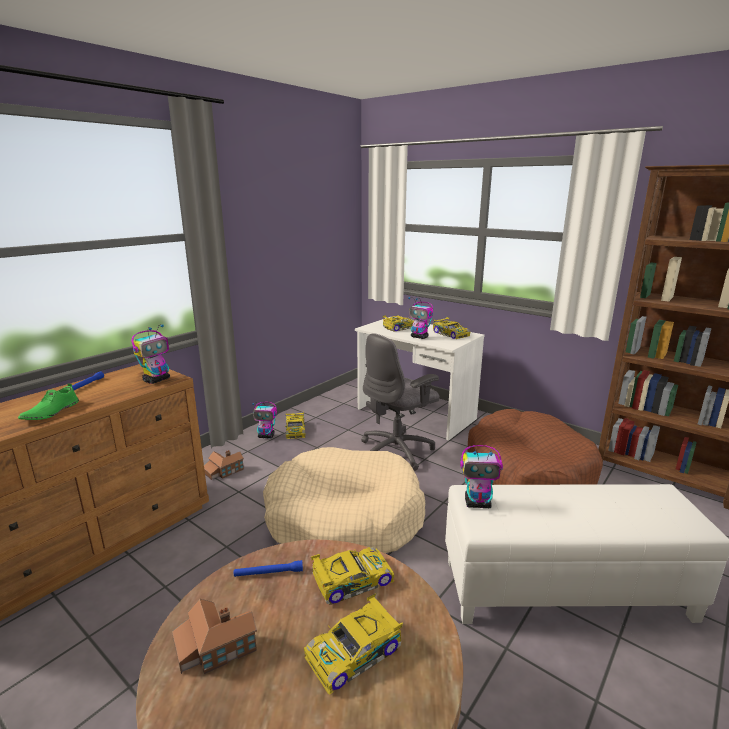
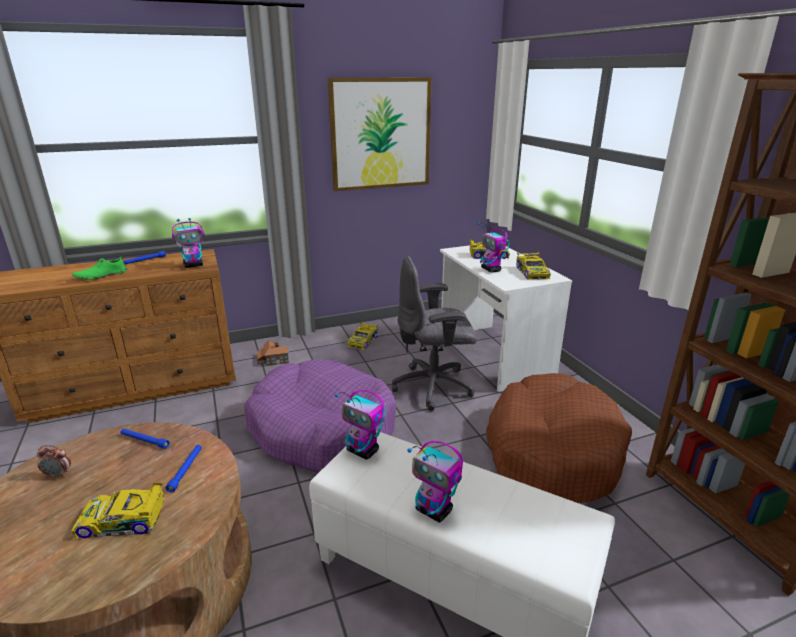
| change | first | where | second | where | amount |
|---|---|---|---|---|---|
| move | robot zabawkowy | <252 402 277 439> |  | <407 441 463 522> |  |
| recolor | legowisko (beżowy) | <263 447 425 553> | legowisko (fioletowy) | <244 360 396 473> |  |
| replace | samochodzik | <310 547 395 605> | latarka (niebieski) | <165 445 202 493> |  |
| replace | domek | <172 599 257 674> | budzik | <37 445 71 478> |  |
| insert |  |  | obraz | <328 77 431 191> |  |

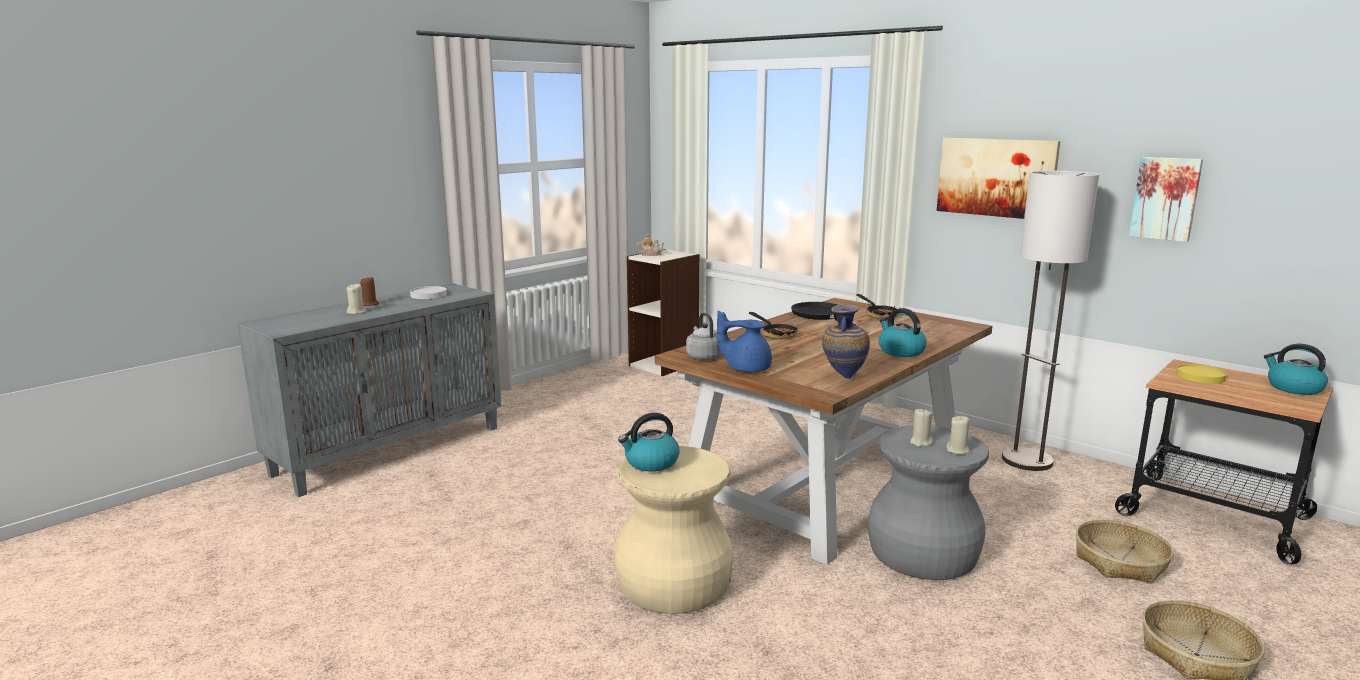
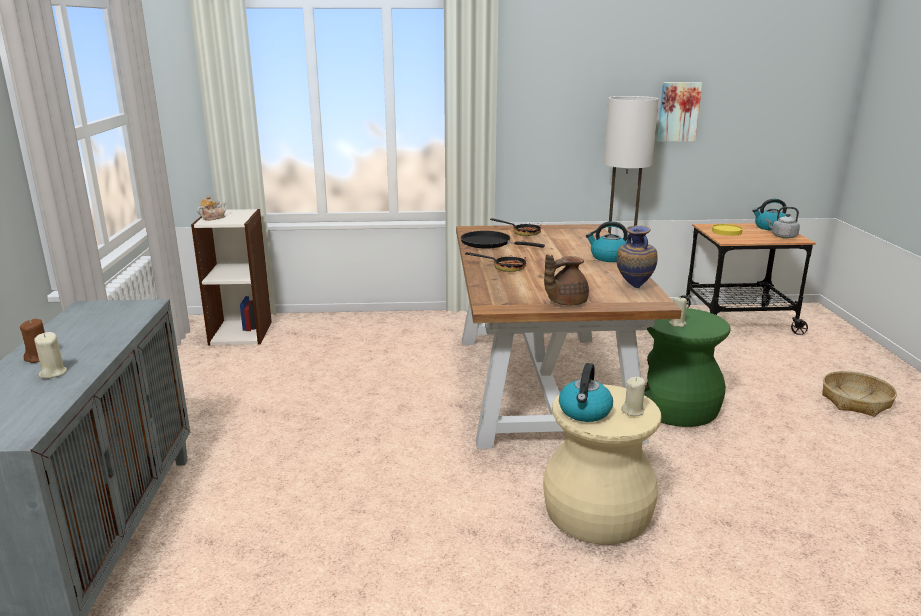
| change | first | where | second | where | amount |
|---|---|---|---|---|---|
| delete | obraz | <937 138 1061 219> |  |  |  |
| delete | talerz (biały) | <410 286 447 299> |  |  |  |
| recolor | imbryk (niebieski) | <717 311 772 372> | imbryk (brązowy) | <544 254 589 306> |  |
| move | czajnik (szary) | <686 312 722 360> |  | <766 207 800 239> |  |
| move | świeca (beżowy) | <946 415 970 454> |  | <621 377 646 416> |  |
| recolor | stołek (szary) | <868 425 989 580> | stołek (zielony) | <644 308 730 427> |  |
| delete | koszyk | <1076 520 1174 583> |  |  |  |

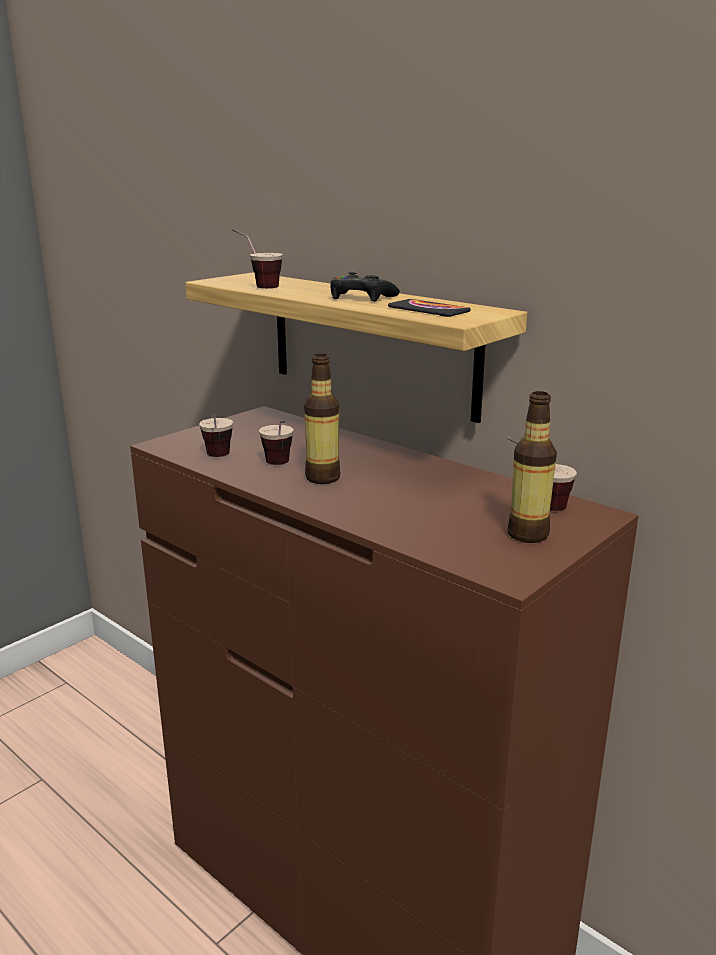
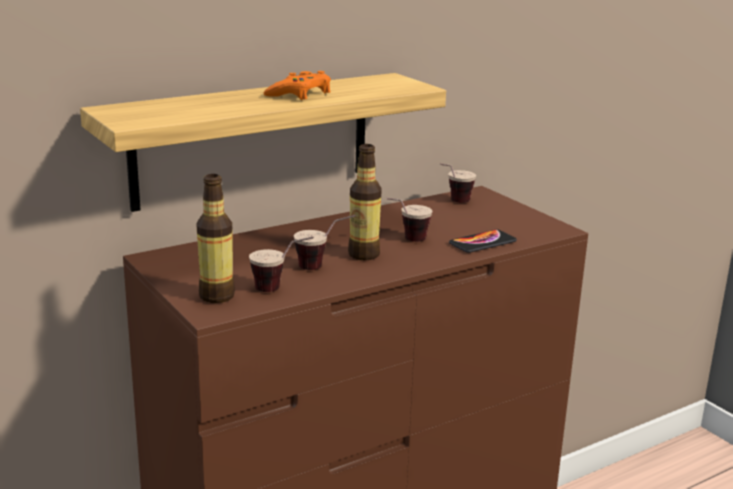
| change | first | where | second | where | amount |
|---|---|---|---|---|---|
| move | filiżanka | <232 228 283 288> |  | <386 198 433 242> |  |
| recolor | pad do gier (czarny) | <330 272 400 302> | pad do gier (pomarańczowy) | <264 71 331 100> |  |
| move | telefon | <388 299 471 317> |  | <449 229 517 253> |  |
| move | butelka | <508 391 557 543> |  | <196 174 235 303> |  |

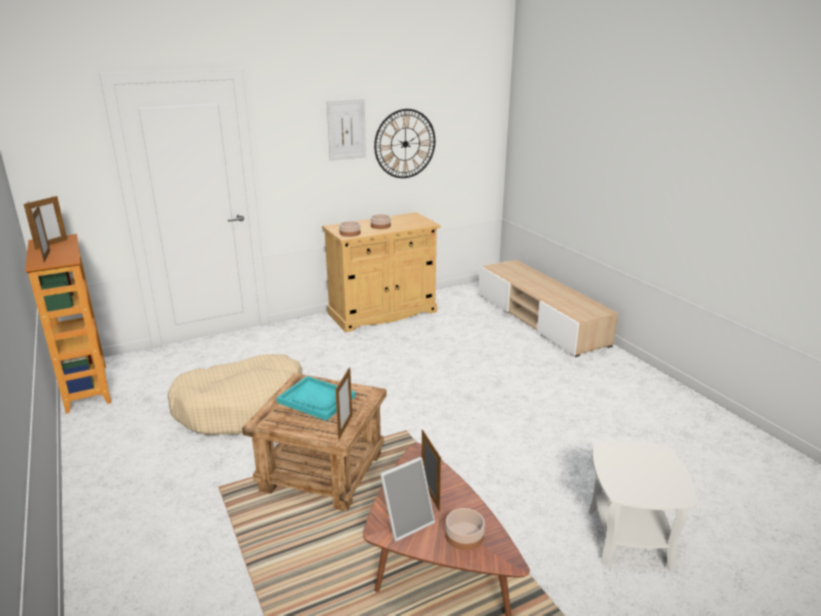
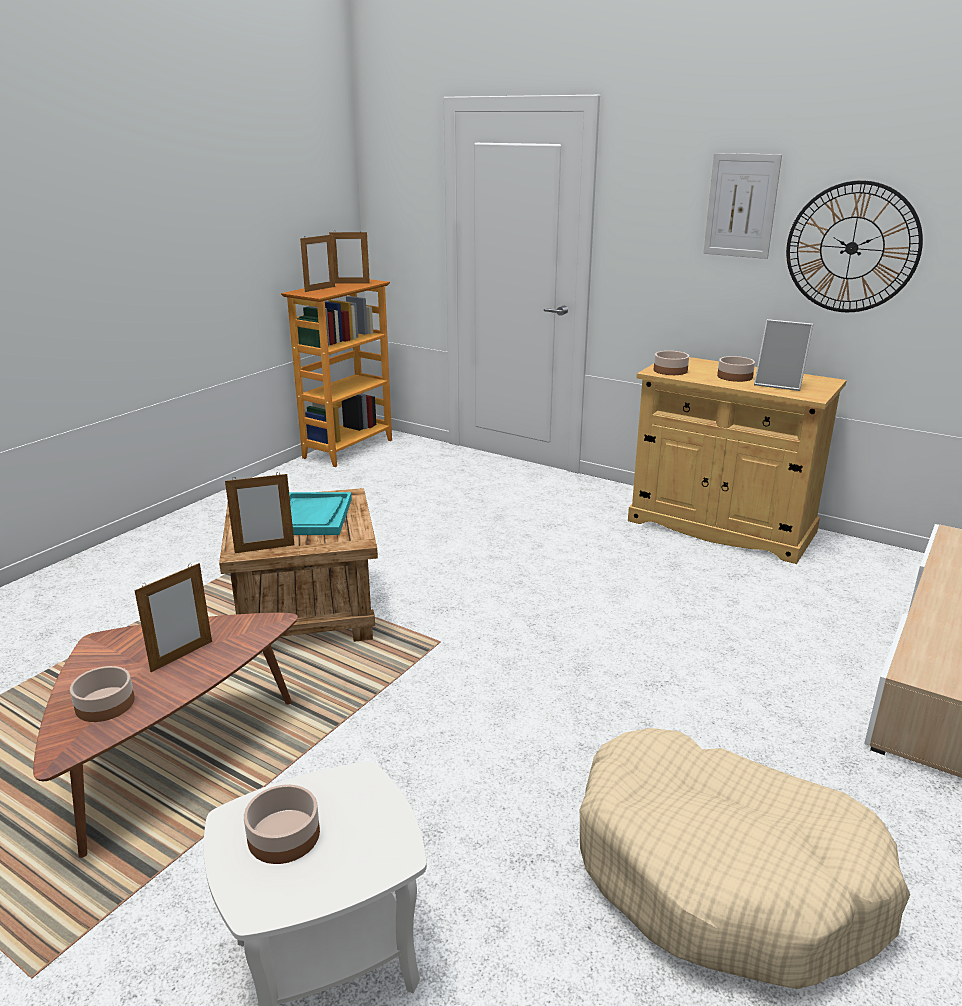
| change | first | where | second | where | amount |
|---|---|---|---|---|---|
| move | legowisko (beżowy) | <168 354 302 435> |  | <580 728 910 989> |  |
| move | ramka na zdjęcie | <380 457 435 541> |  | <754 319 813 391> |  |
| insert |  |  | miska | <244 784 320 864> |  |

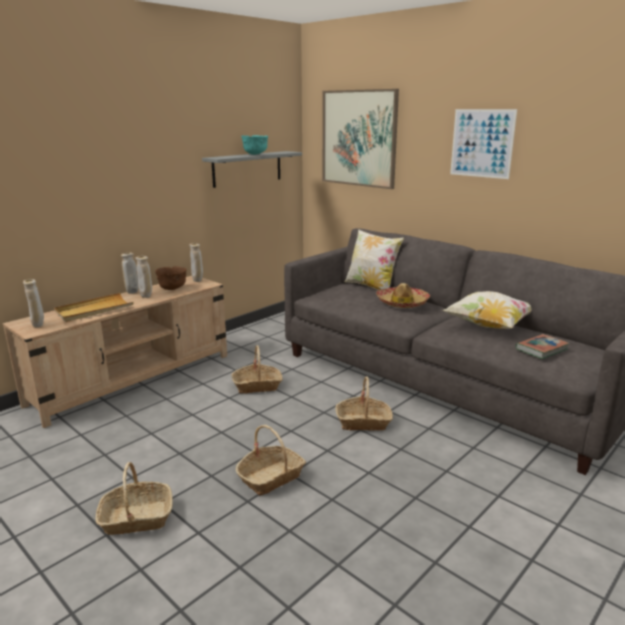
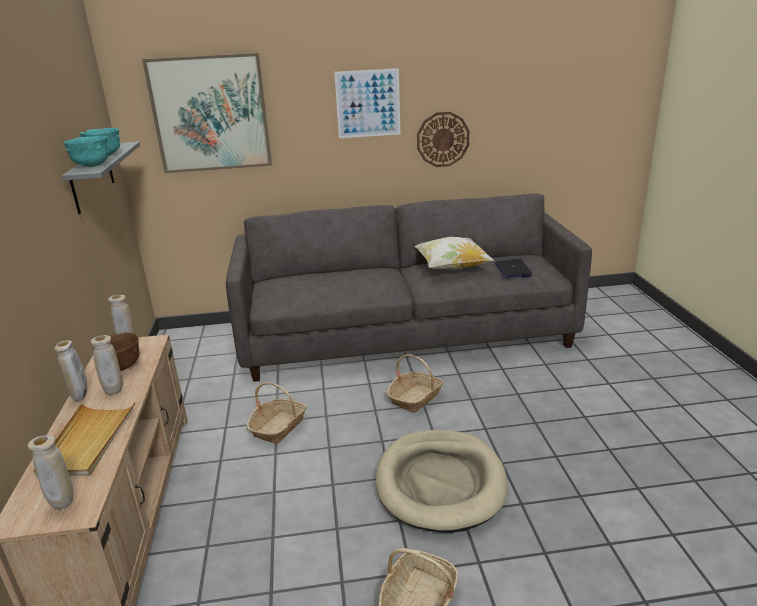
| change | first | where | second | where | amount |
|---|---|---|---|---|---|
| delete | poduszka | <345 229 404 290> |  |  |  |
| delete | kapelusz | <376 283 430 308> |  |  |  |
| replace | książka | <515 334 570 359> | laptop | <494 259 533 278> |  |
| replace | koszyk | <236 425 306 496> | legowisko (beżowy) | <376 430 508 533> |  |
| insert |  |  | zegar ścienny | <417 112 470 167> |  |
| insert |  |  | miska (turkusowy) | <63 136 108 167> |  |

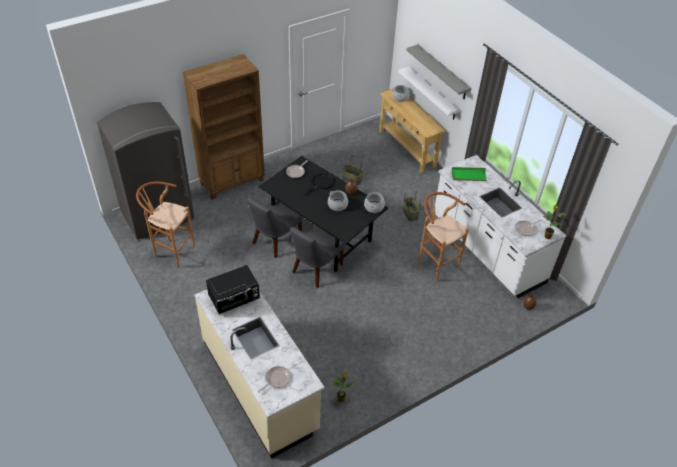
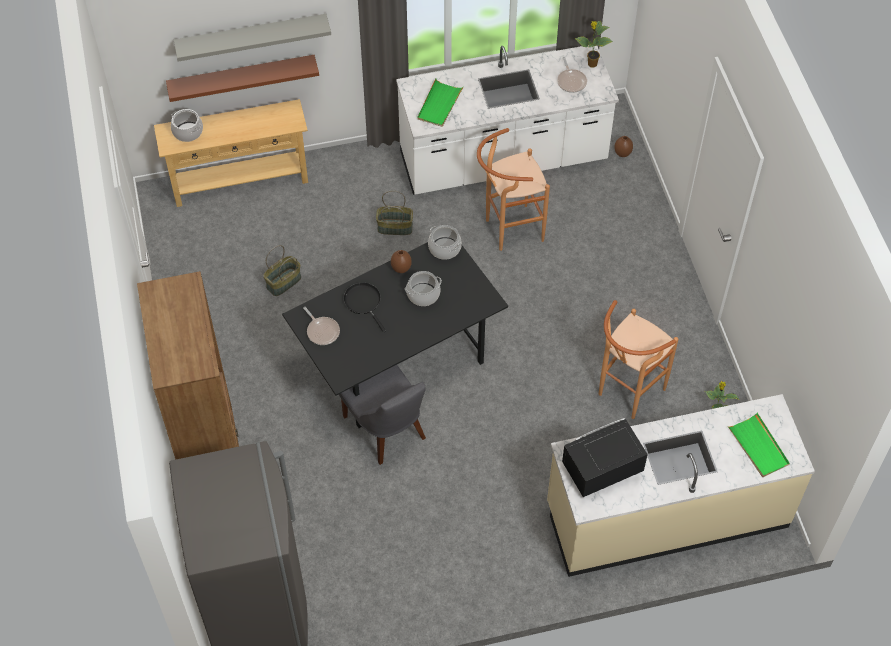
| change | first | where | second | where | amount |
|---|---|---|---|---|---|
| recolor | półka (biały) | <398 66 460 120> | półka (brązowy) | <166 55 319 102> |  |
| move | stołek (brązowy) | <136 181 195 268> |  | <599 300 678 419> |  |
| delete | krzesło (szary) | <290 225 345 288> |  |  |  |
| rotate | mikrofalówka (czarny) | <206 265 260 314> |  | <562 418 648 497> | 105 degrees counterclockwise |
| replace | patelnia | <258 366 291 393> | taca (zielony) | <728 413 790 477> |  |

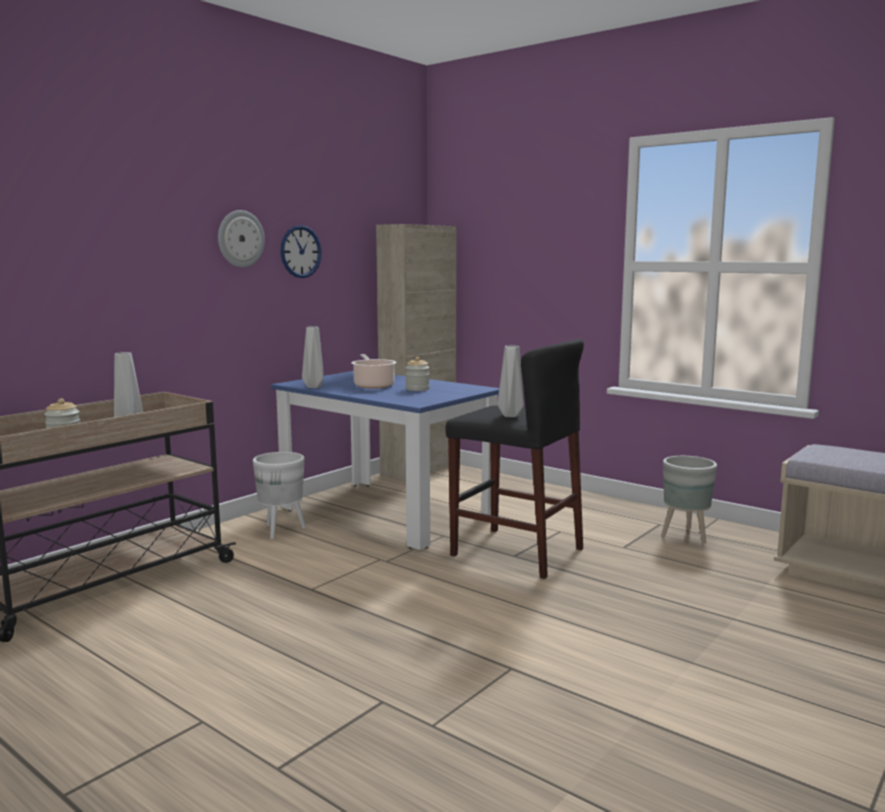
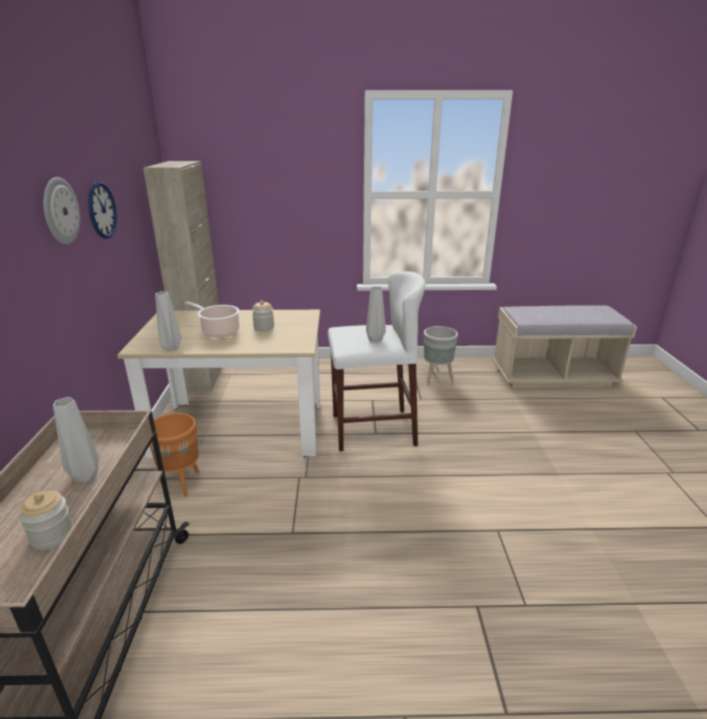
| change | first | where | second | where | amount |
|---|---|---|---|---|---|
| recolor | stołek (czarny) | <445 339 584 579> | stołek (biały) | <328 271 425 451> |  |
| recolor | stół jadalny (niebieski) | <271 371 499 550> | stół jadalny (beżowy) | <117 310 320 458> |  |
| recolor | donica (biały) | <253 452 306 539> | donica (pomarańczowy) | <150 413 199 497> |  |

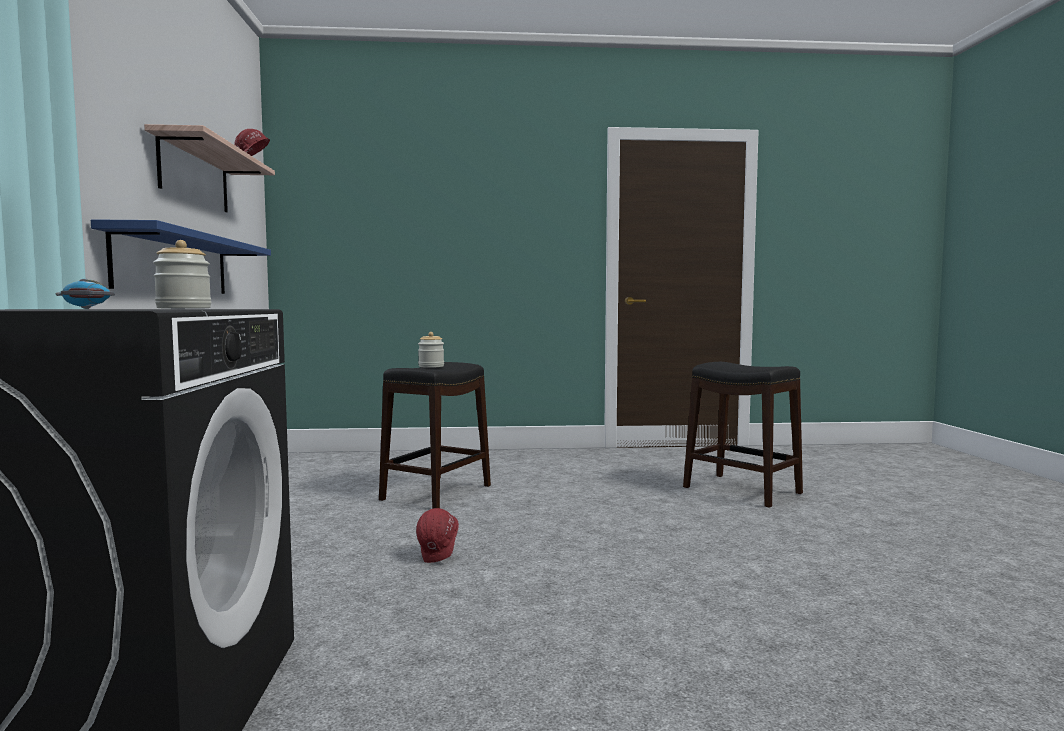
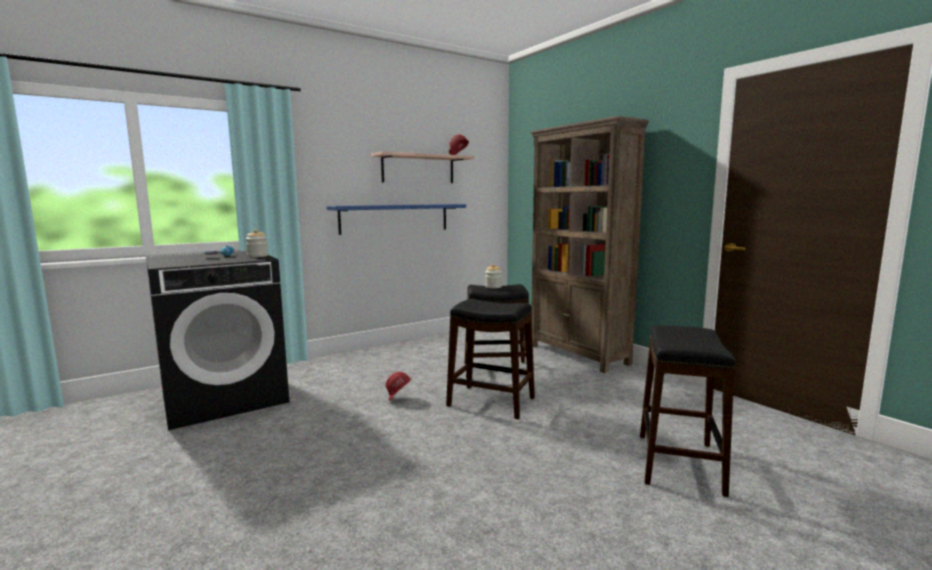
| change | first | where | second | where | amount |
|---|---|---|---|---|---|
| insert |  |  | regał (brązowy) | <531 116 649 373> |  |
| insert |  |  | stołek (czarny) | <446 299 535 419> |  |

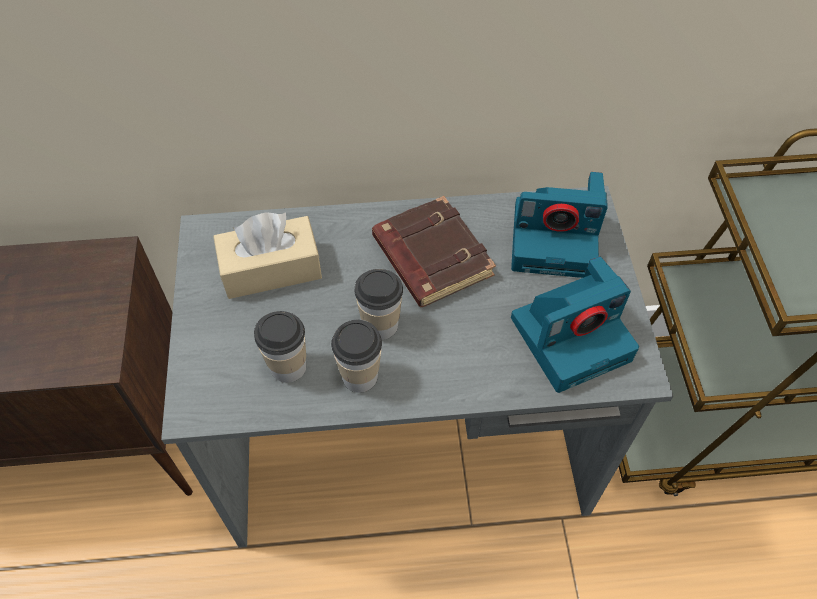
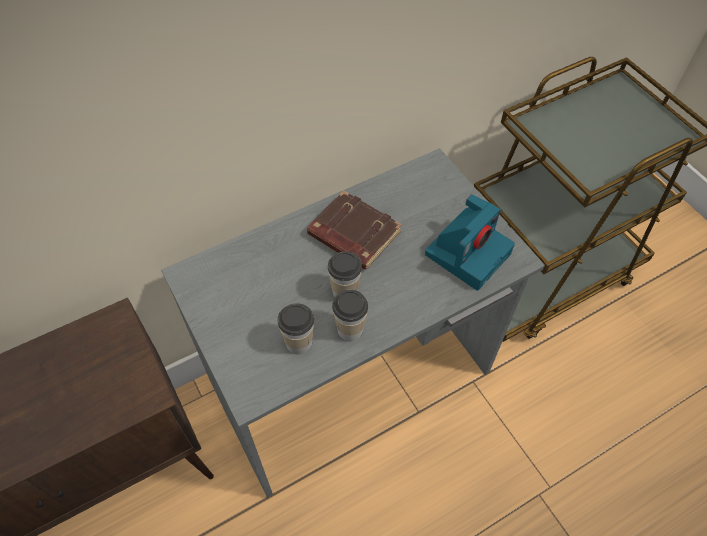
| change | first | where | second | where | amount |
|---|---|---|---|---|---|
| delete | aparat fotograficzny | <511 172 608 278> |  |  |  |
| delete | pudełko chusteczek (beżowy) | <213 212 322 299> |  |  |  |

